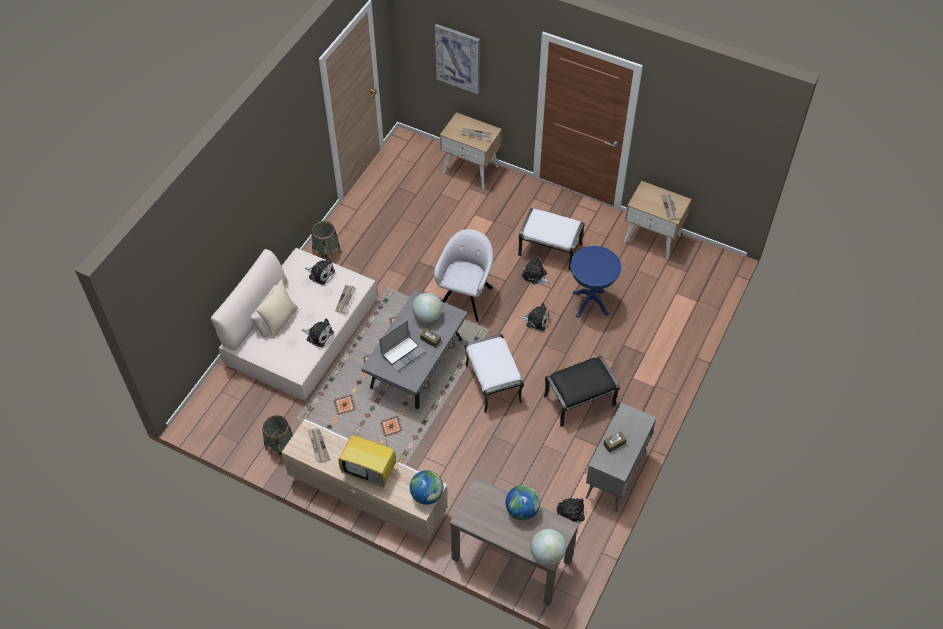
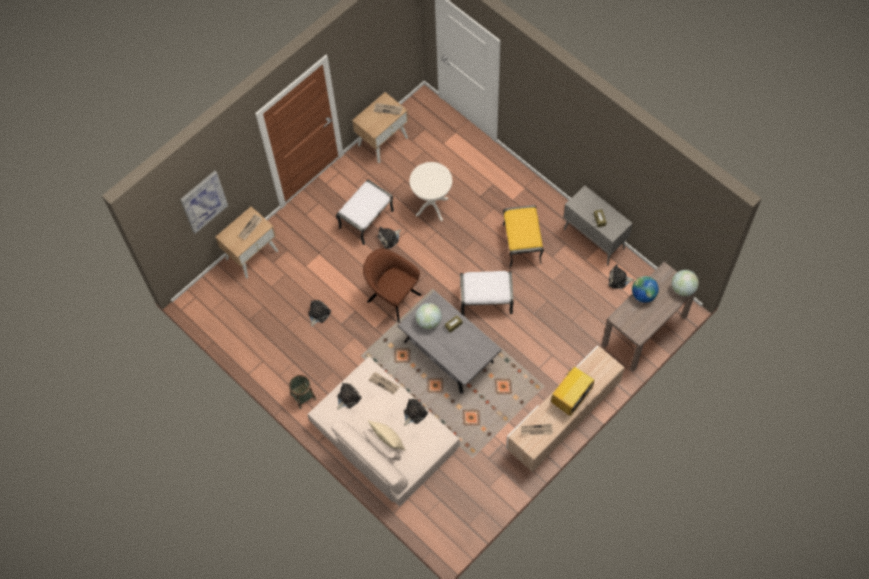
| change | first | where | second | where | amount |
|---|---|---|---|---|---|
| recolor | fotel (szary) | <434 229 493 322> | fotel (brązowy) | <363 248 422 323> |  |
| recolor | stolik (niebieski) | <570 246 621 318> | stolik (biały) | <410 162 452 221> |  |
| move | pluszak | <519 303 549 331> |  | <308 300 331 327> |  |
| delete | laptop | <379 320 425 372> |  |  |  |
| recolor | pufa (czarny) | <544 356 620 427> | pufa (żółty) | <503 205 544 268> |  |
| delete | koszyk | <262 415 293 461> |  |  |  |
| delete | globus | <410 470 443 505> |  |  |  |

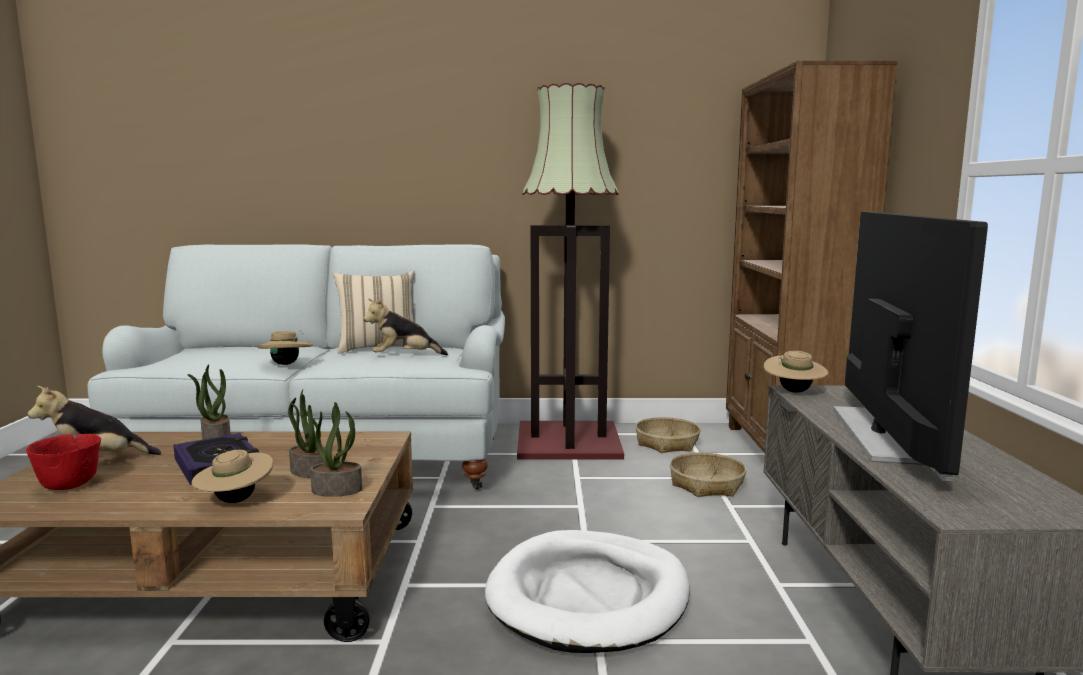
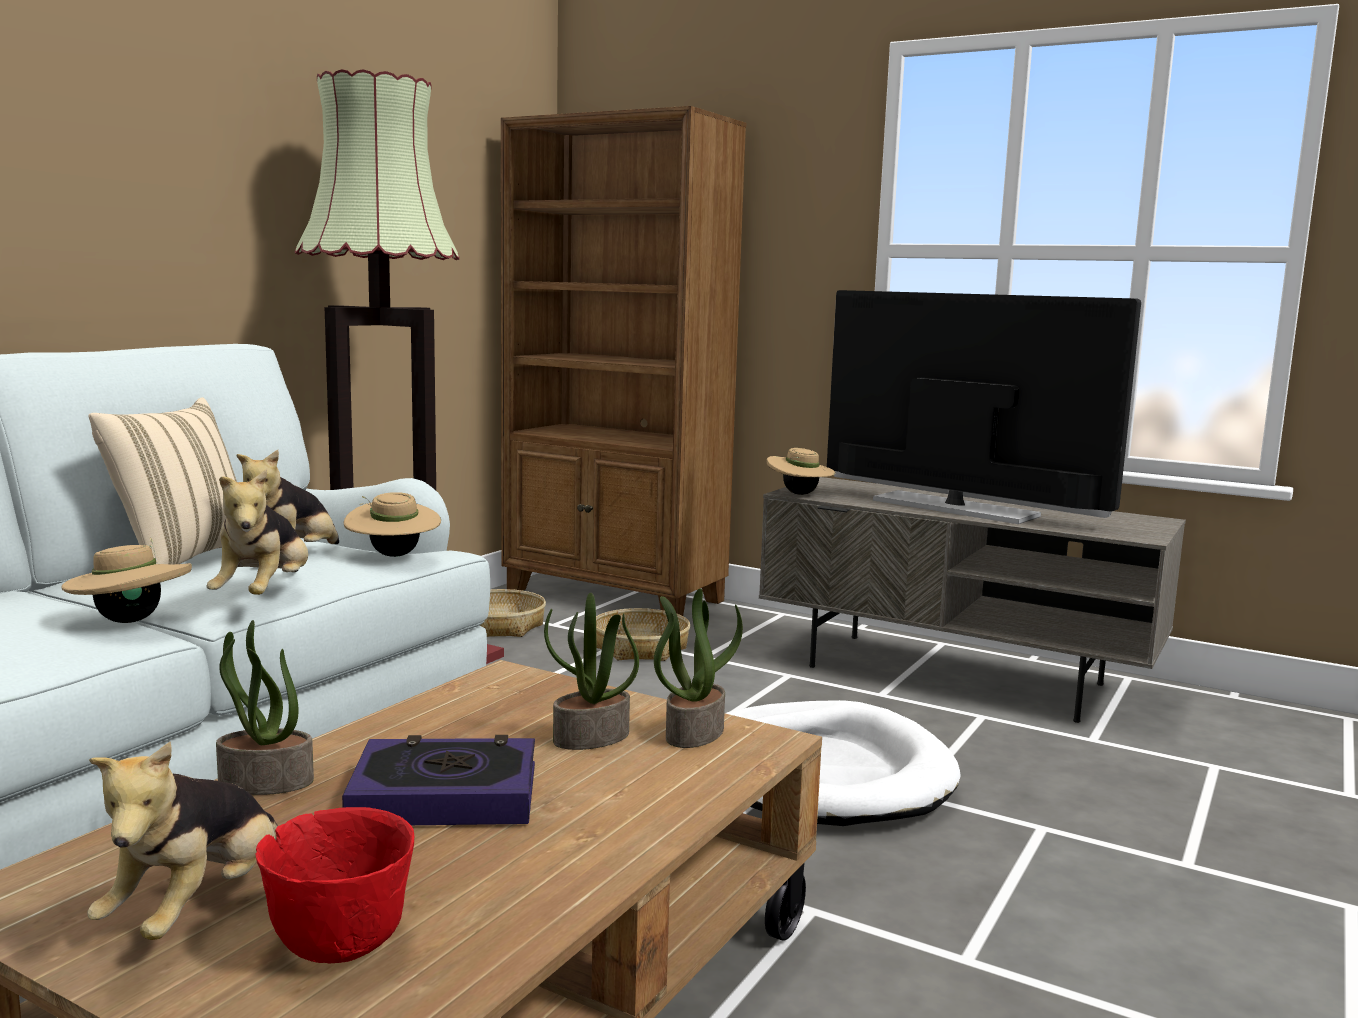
| change | first | where | second | where | amount |
|---|---|---|---|---|---|
| move | kapelusz (beżowy) | <192 448 273 503> |  | <344 492 441 557> |  |
| insert |  |  | pluszak | <206 469 308 595> |  |

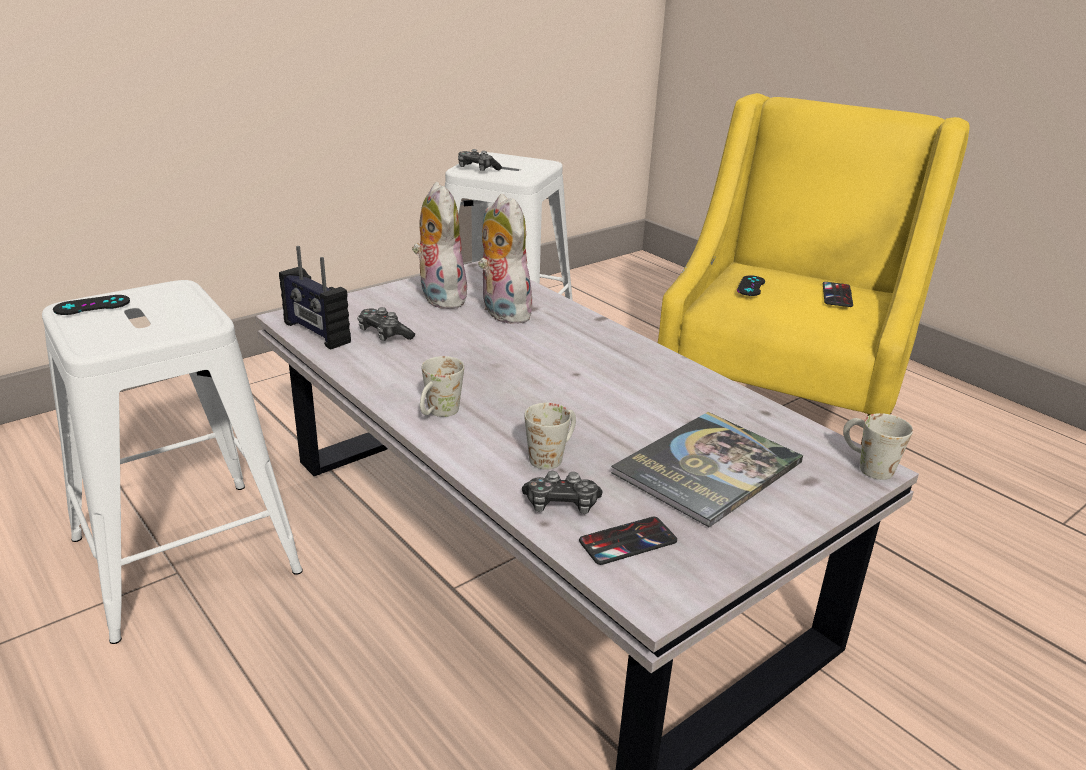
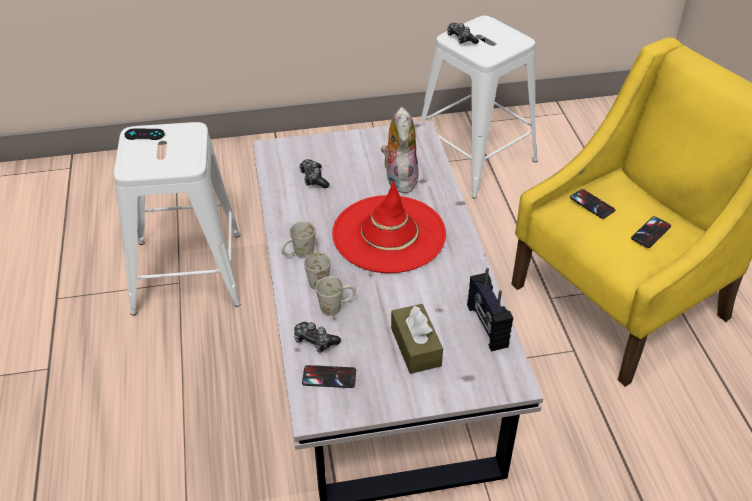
| change | first | where | second | where | amount |
|---|---|---|---|---|---|
| delete | pluszak | <412 182 467 309> |  |  |  |
| move | radio | <279 246 351 349> |  | <467 268 513 351> |  |
| replace | pad do gier (czarny) | <737 275 765 296> | telefon | <570 189 615 219> |  |
| replace | książka | <611 412 803 527> | pudełko chusteczek (brązowy) | <391 304 443 374> |  |
| move | kubek (biały) | <843 413 913 480> |  | <304 251 331 290> |  |
| insert |  |  | kapelusz (czerwony) | <332 181 446 273> |  |

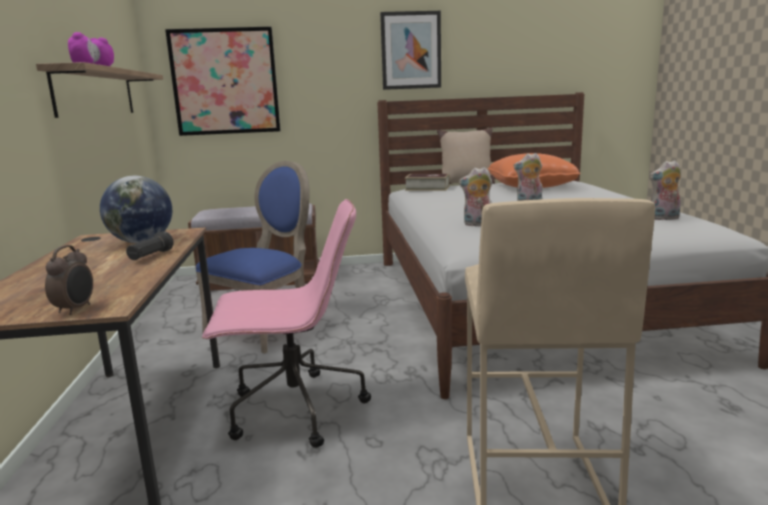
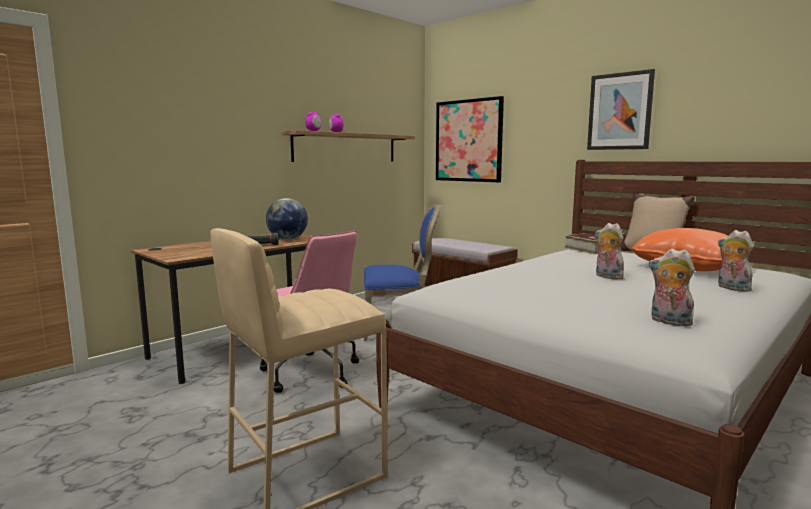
| change | first | where | second | where | amount |
|---|---|---|---|---|---|
| move | pluszak | <459 167 493 226> |  | <718 230 753 292> |  |
| delete | budzik | <45 245 93 315> |  |  |  |

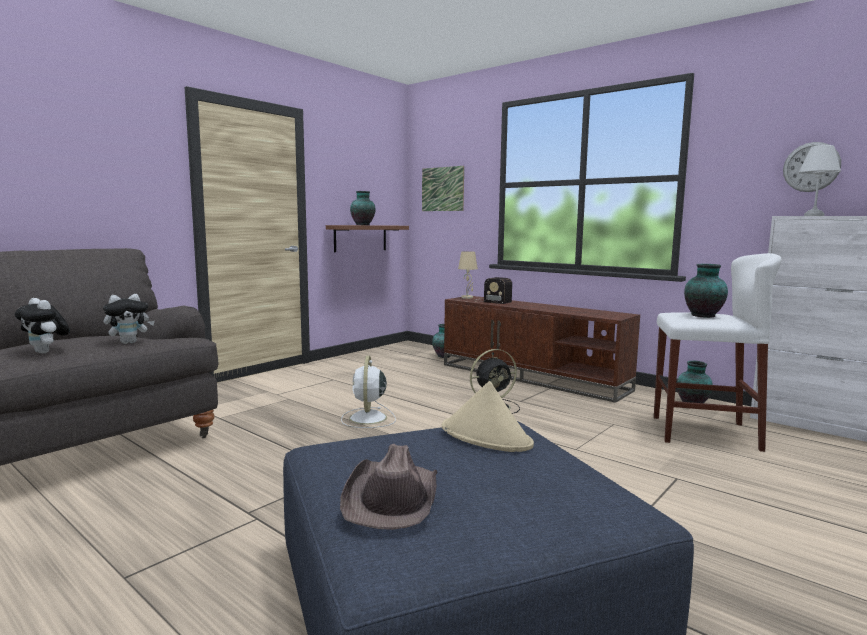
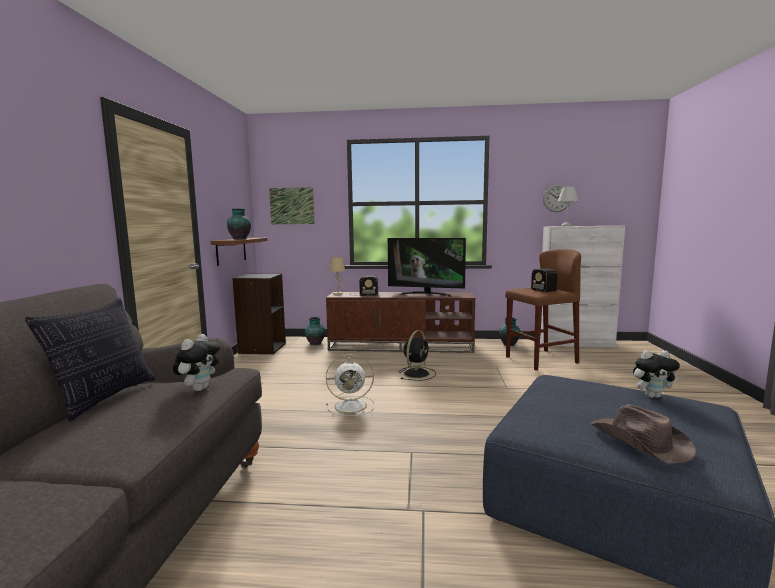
| change | first | where | second | where | amount |
|---|---|---|---|---|---|
| recolor | stołek (biały) | <654 253 781 452> | stołek (brązowy) | <505 249 581 370> |  |
| replace | wazon | <684 264 728 318> | radio | <524 268 558 292> |  |
| move | pluszak | <15 298 70 354> |  | <633 350 680 398> |  |
| rotate | wentylator (biały) | <341 356 396 428> |  | <326 354 375 416> | 60 degrees counterclockwise |
| delete | kapelusz (beżowy) | <442 381 534 452> |  |  |  |
| insert |  |  | telewizor | <388 238 466 297> |  |
| insert |  |  | regał (czarny) | <232 274 286 354> |  |
| insert |  |  | poduszka | <25 298 156 422> |  |

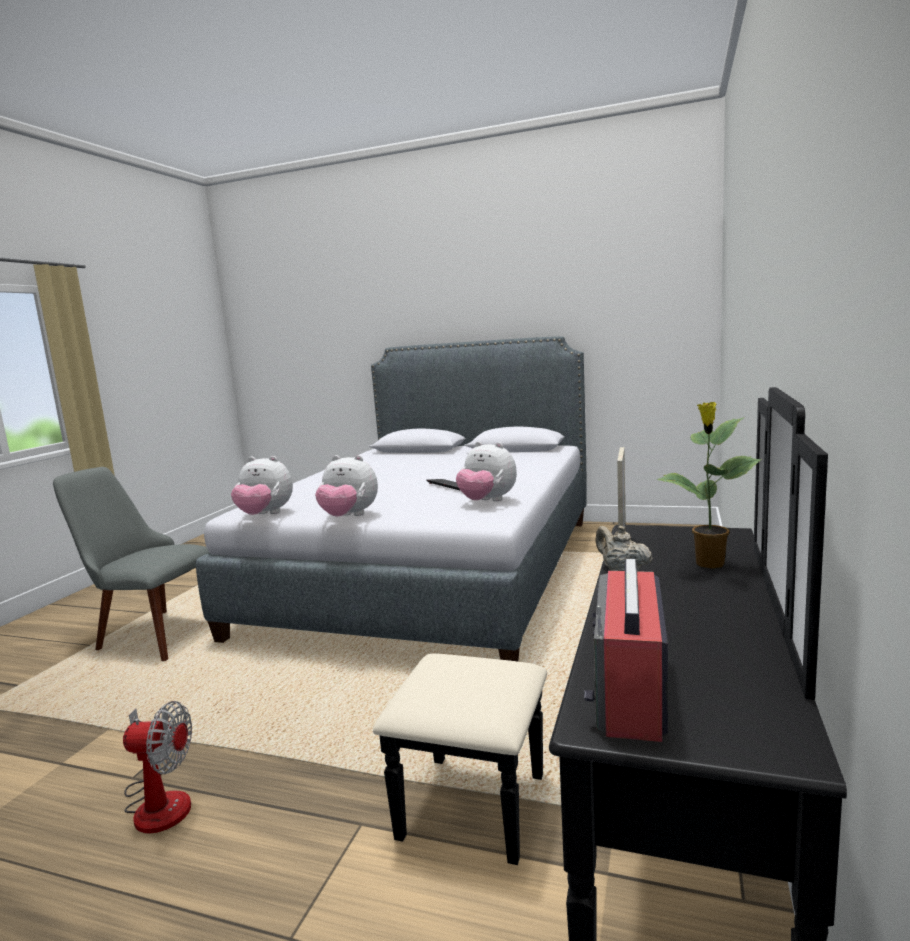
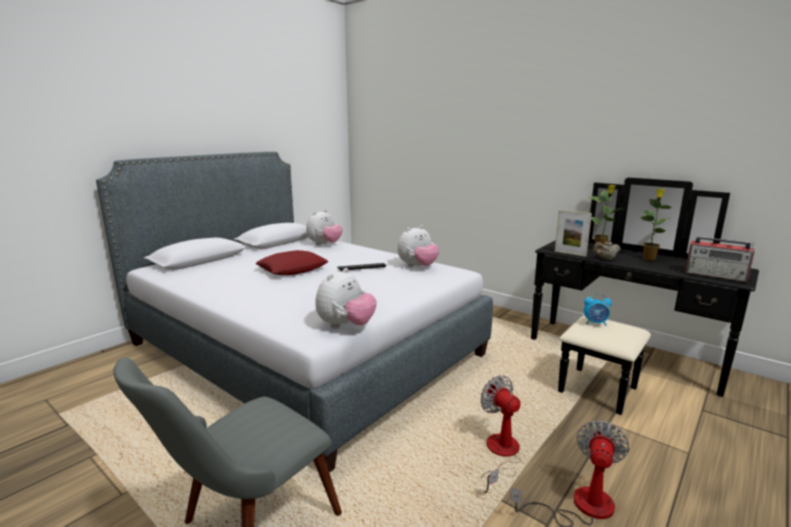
| change | first | where | second | where | amount |
|---|---|---|---|---|---|
| move | pluszak | <315 455 378 516> |  | <306 210 343 245> |  |
| insert |  |  | roślina doniczkowa | <640 189 674 261> |  |
| insert |  |  | poduszka (czerwony) | <255 250 328 275> |  |
| insert |  |  | budzik | <584 293 612 326> |  |
| insert |  |  | wentylator | <480 375 521 493> |  |

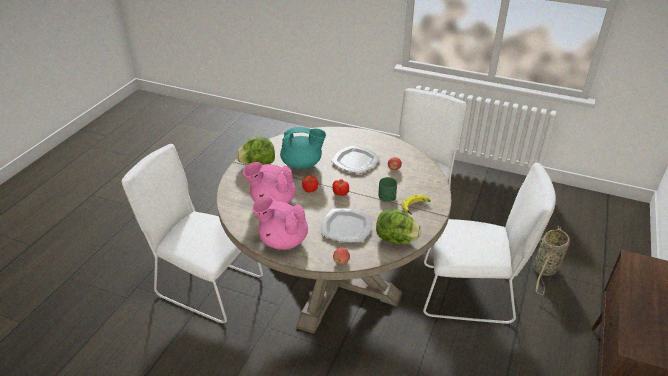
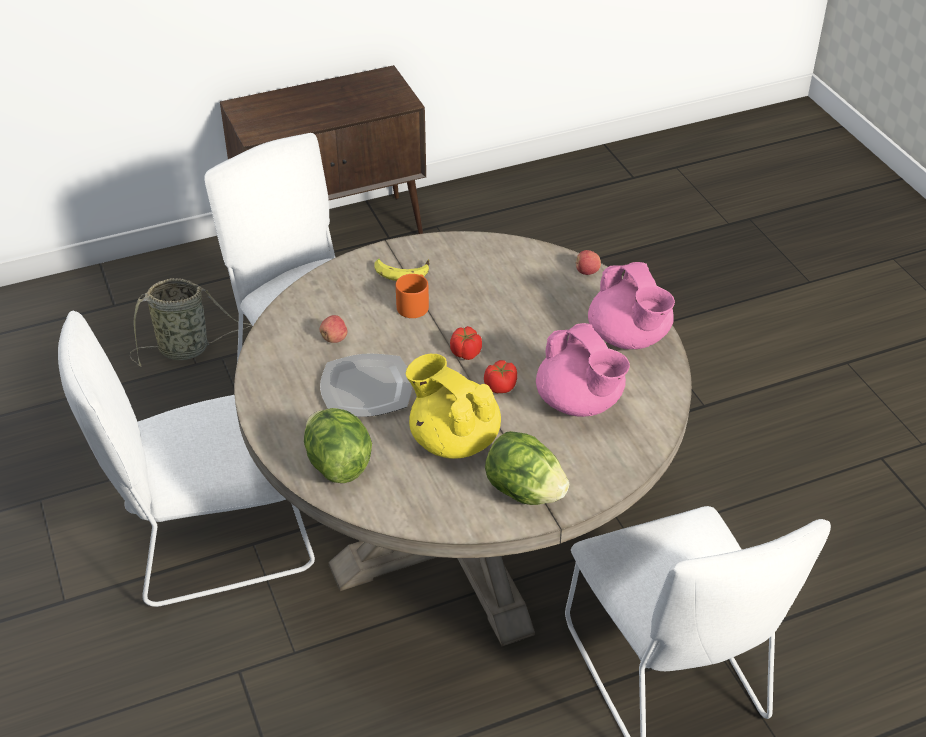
| change | first | where | second | where | amount |
|---|---|---|---|---|---|
| recolor | imbryk (turkusowy) | <280 127 326 169> | imbryk (żółty) | <406 354 501 459> |  |
| recolor | kubek (zielony) | <378 177 397 202> | kubek (pomarańczowy) | <396 274 429 318> |  |
| delete | talerz | <321 209 372 243> |  |  |  |
| move | sałata | <376 209 421 244> |  | <304 408 372 483> |  |

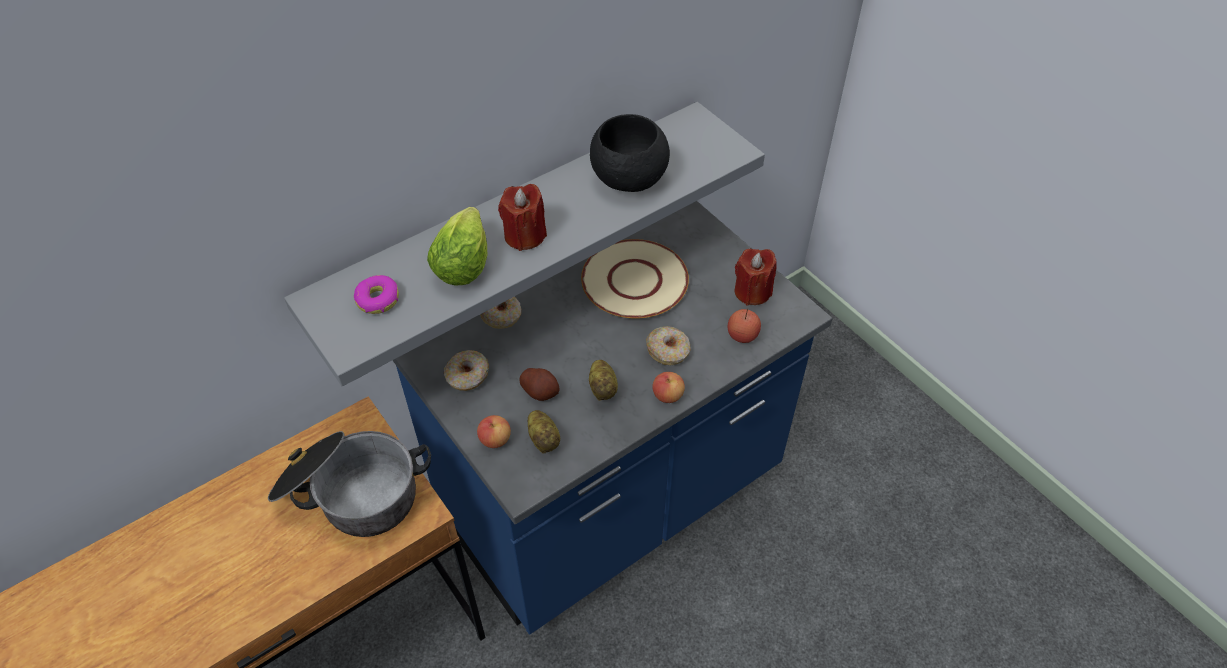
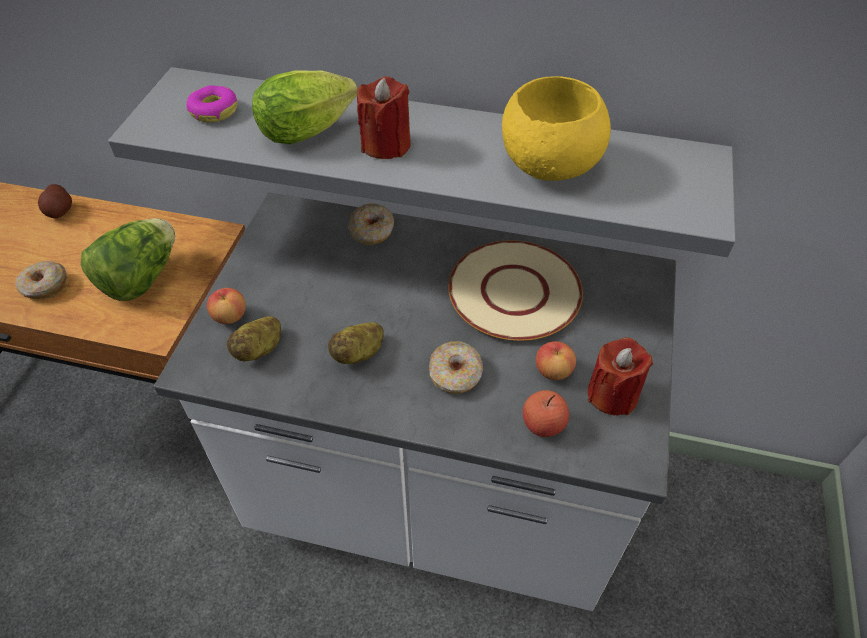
| change | first | where | second | where | amount |
|---|---|---|---|---|---|
| recolor | miska (czarny) | <590 114 670 192> | miska (żółty) | <502 76 611 181> |  |
| recolor | zabudowa kuchenna (niebieski) | <392 201 833 635> | zabudowa kuchenna (biały) | <154 192 676 611> |  |
| move | donut | <444 350 489 391> |  | <15 261 68 299> |  |
| move | ziemniak | <519 368 560 401> |  | <38 184 72 218> |  |
| move | jabłko | <653 372 685 403> |  | <536 341 576 380> |  |
| replace | garnek | <268 431 431 537> | sałata | <81 218 175 301> |  |

